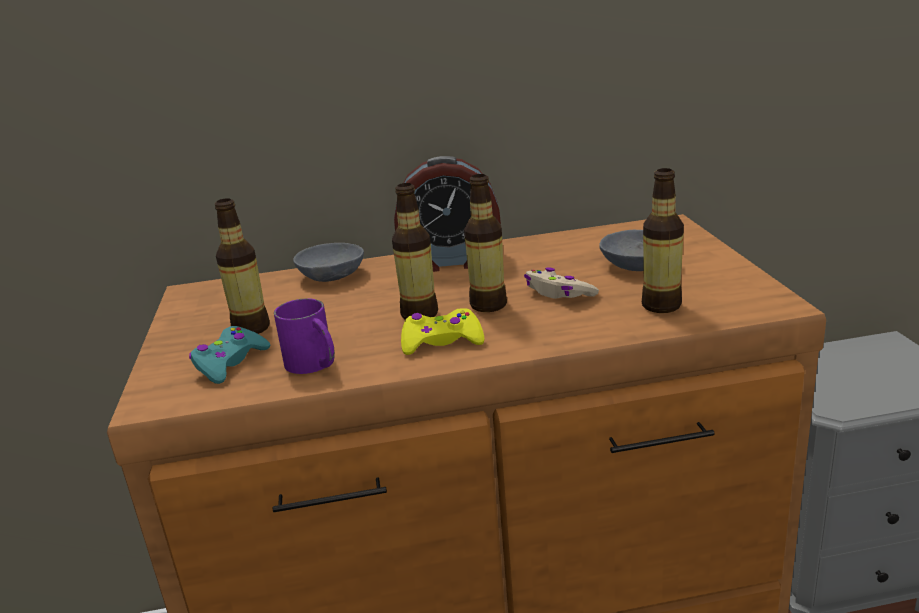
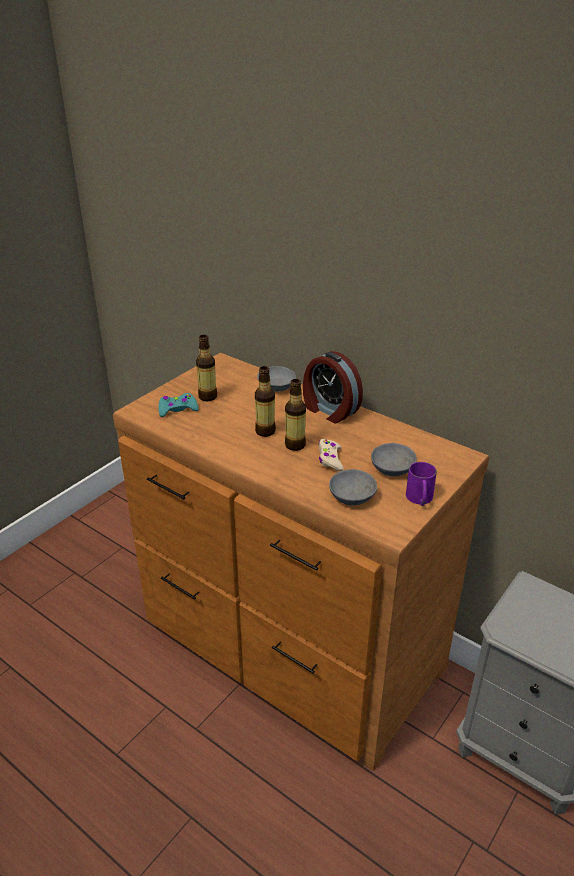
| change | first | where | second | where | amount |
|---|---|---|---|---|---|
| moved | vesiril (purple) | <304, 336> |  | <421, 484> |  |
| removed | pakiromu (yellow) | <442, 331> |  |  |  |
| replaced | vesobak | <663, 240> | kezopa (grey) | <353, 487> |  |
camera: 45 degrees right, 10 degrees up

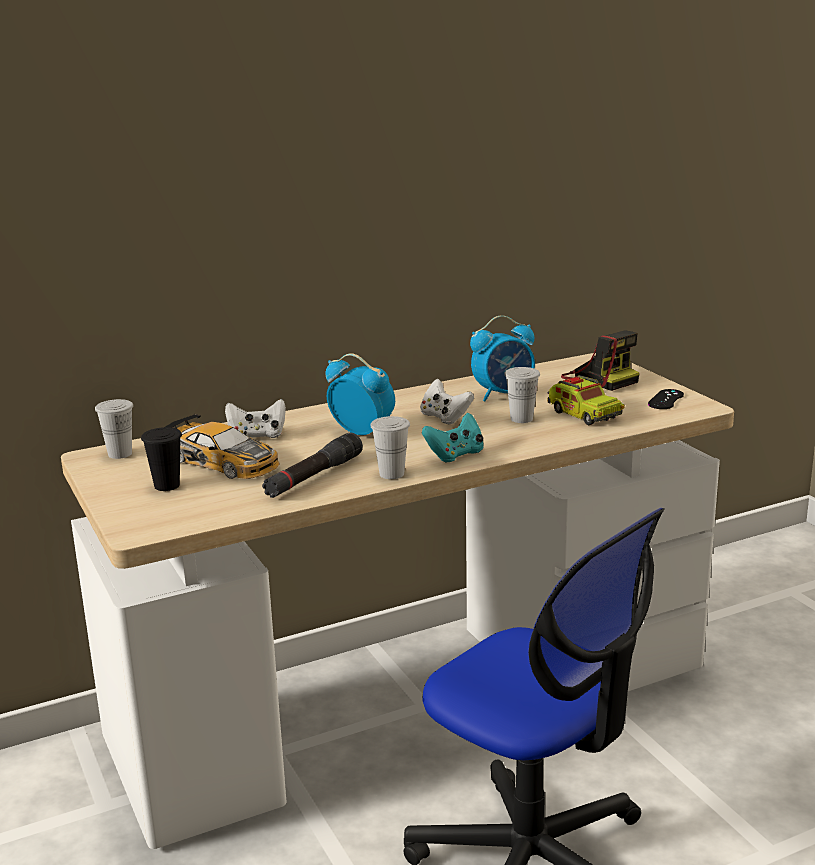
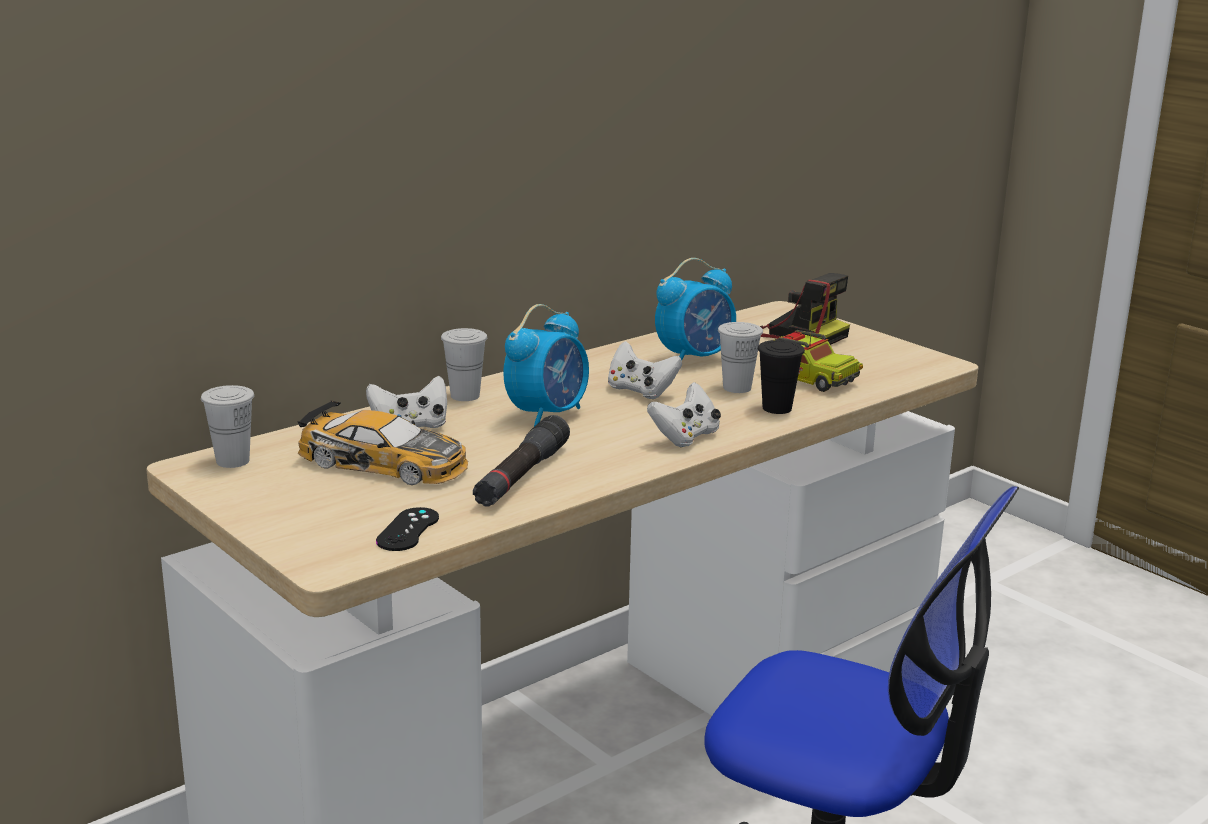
| change | first | where | second | where | amount |
|---|---|---|---|---|---|
| moved | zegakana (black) | <161, 459> |  | <781, 377> |  |
| turned | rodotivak | <360, 394> |  | <546, 365> | 105 degrees clockwise |
| moved | zegakana (white) | <390, 447> |  | <464, 364> |  |
| recoloured | pakiromu (turquoise) | <452, 437> | pakiromu (white) | <684, 414> |  |
| moved | pakiromu (black) | <666, 399> |  | <407, 529> |  |
camera: 15 degrees left, 0 degrees up

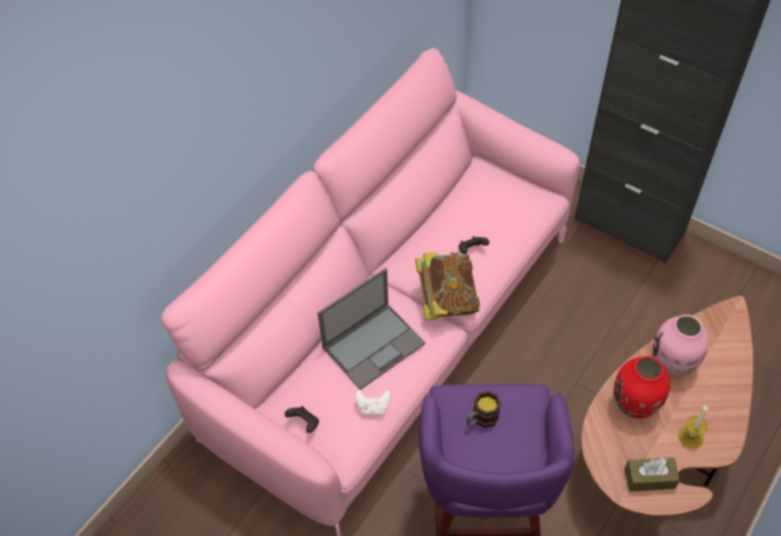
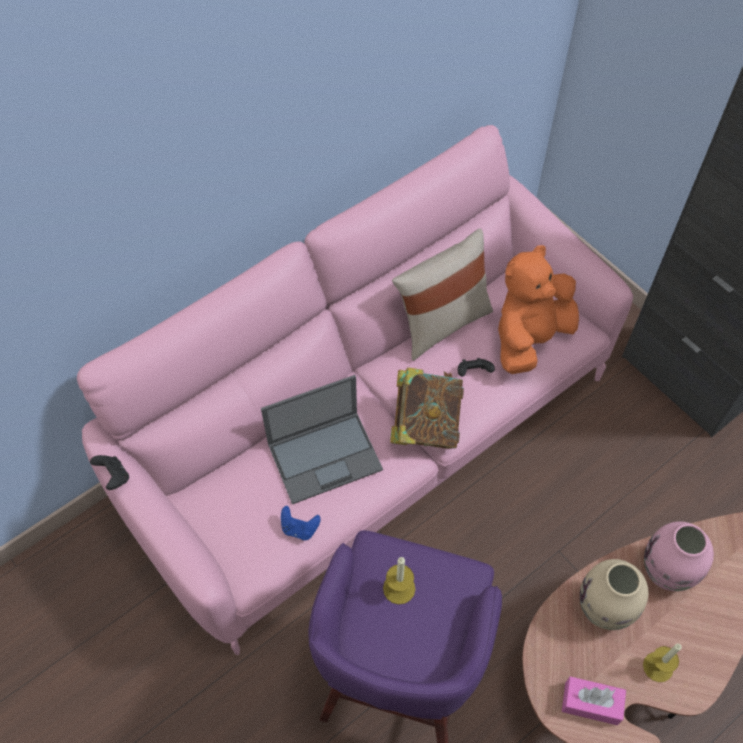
| change | first | where | second | where | amount |
|---|---|---|---|---|---|
| moved | pakiromu (black) | <302, 419> |  | <109, 472> |  |
| recoloured | pakiromu (white) | <372, 402> | pakiromu (blue) | <301, 523> |  |
| replaced | vesiril | <484, 409> | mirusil | <399, 580> |  |
| recoloured | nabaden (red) | <642, 387> | nabaden (beige) | <614, 594> |  |
| recoloured | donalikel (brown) | <652, 474> | donalikel (pink) | <594, 701> |  |
| added |  |  | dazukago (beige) | <442, 295> |  |
| added |  |  | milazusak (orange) | <538, 309> |  |
camera: 15 degrees right, 5 degrees up

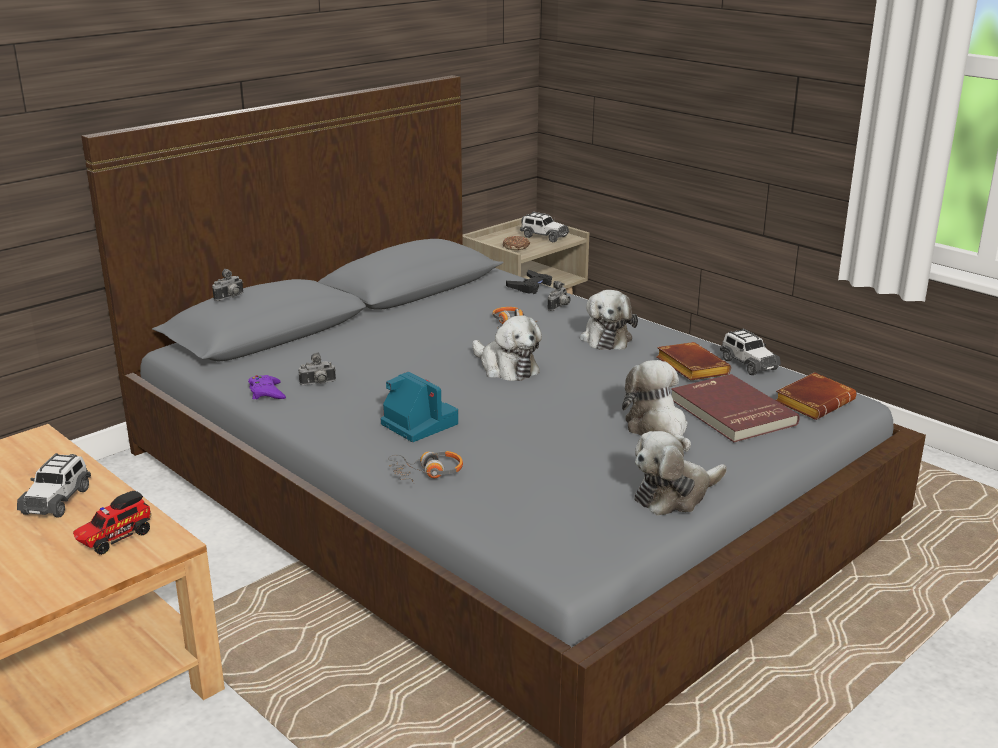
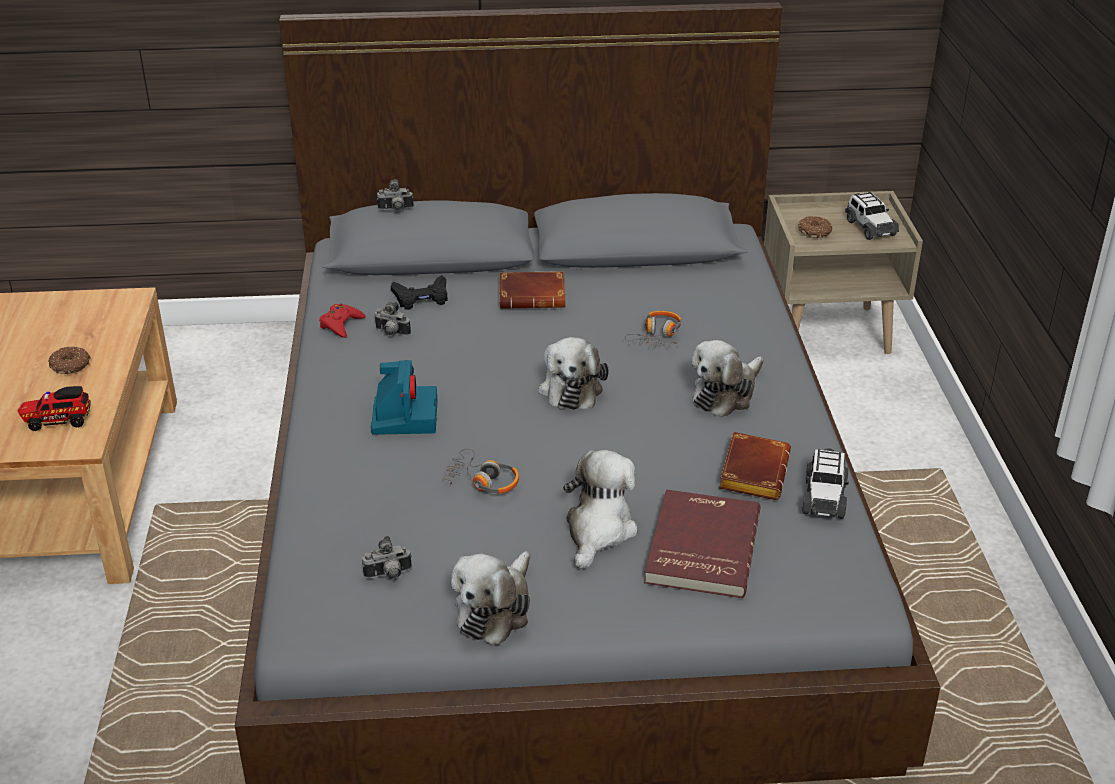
| change | first | where | second | where | amount |
|---|---|---|---|---|---|
| replaced | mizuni | <54, 485> | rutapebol | <69, 360> |  |
| recoloured | pakiromu (purple) | <267, 387> | pakiromu (red) | <342, 321> |  |
| moved | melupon | <425, 467> |  | <481, 471> |  |
| moved | pakiromu (black) | <529, 282> |  | <419, 292> |  |
| moved | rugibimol | <559, 296> |  | <387, 557> |  |
| turned | milazusak | <680, 473> |  | <490, 598> | 75 degrees counterclockwise |
| moved | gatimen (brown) | <816, 396> |  | <532, 290> |  |
camera: 40 degrees right, 10 degrees up

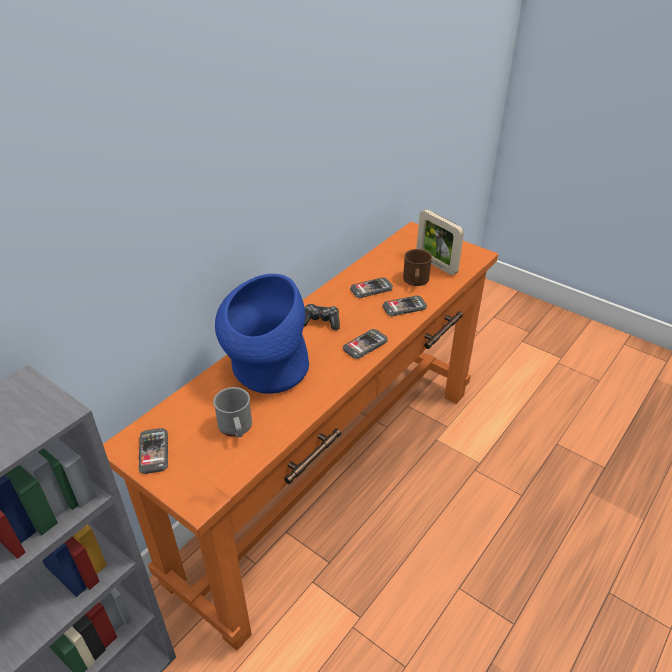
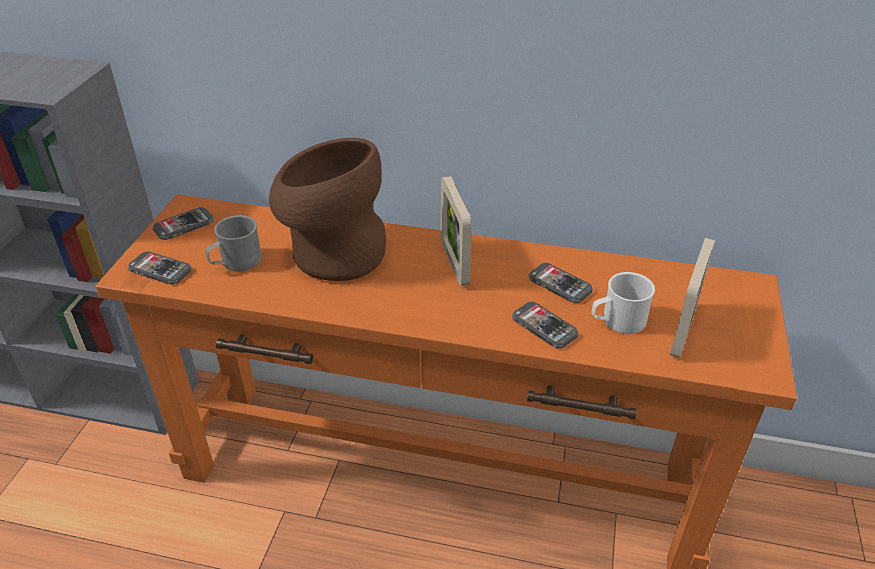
| change | first | where | second | where | amount |
|---|---|---|---|---|---|
| recoloured | nabaden (blue) | <262, 334> | nabaden (brown) | <327, 209> |  |
| replaced | pakiromu | <322, 317> | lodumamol | <456, 231> |  |
| moved | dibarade | <365, 344> |  | <159, 268> |  |
| recoloured | vesiril (brown) | <417, 267> | vesiril (white) | <623, 303> |  |
camera: 65 degrees right, 0 degrees up

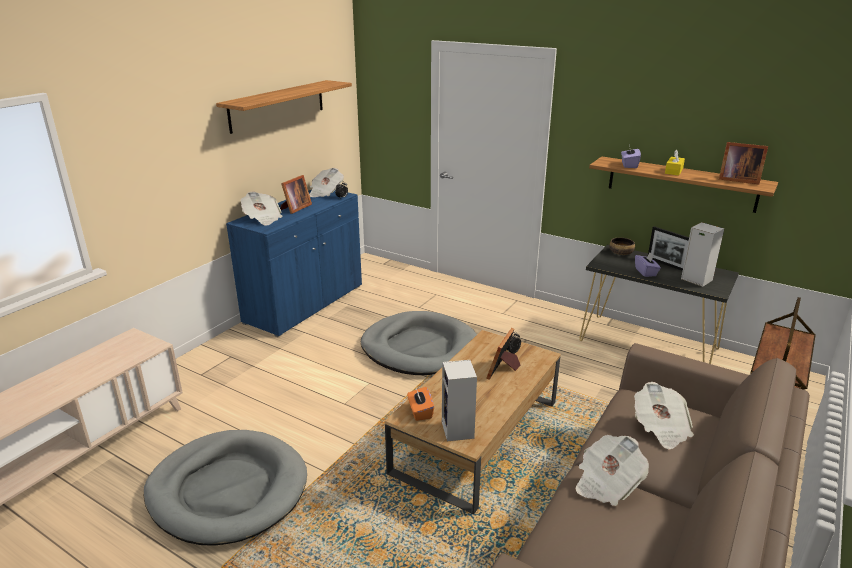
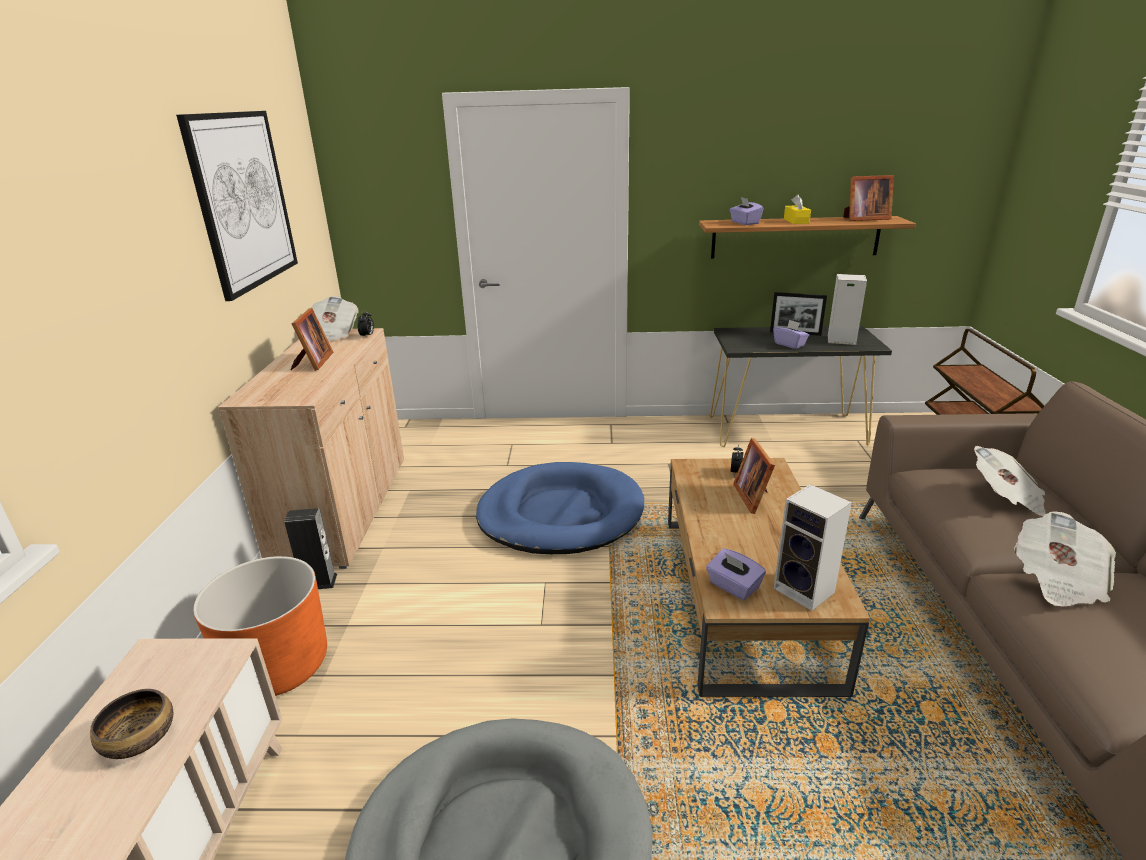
| change | first | where | second | where | amount |
|---|---|---|---|---|---|
| replaced | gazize | <284, 107> | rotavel | <237, 206> |  |
| recoloured | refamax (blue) | <294, 263> | refamax (beige) | <311, 448> |  |
| removed | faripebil | <261, 209> |  |  |  |
| recoloured | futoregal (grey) | <419, 343> | futoregal (blue) | <560, 508> |  |
| recoloured | donalikel (orange) | <420, 404> | donalikel (purple) | <736, 574> |  |
| moved | kezopa | <622, 246> |  | <131, 724> |  |
| added |  |  | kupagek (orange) | <260, 626> |  |
| added |  |  | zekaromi | <310, 548> |  |
camera: 30 degrees left, 0 degrees up

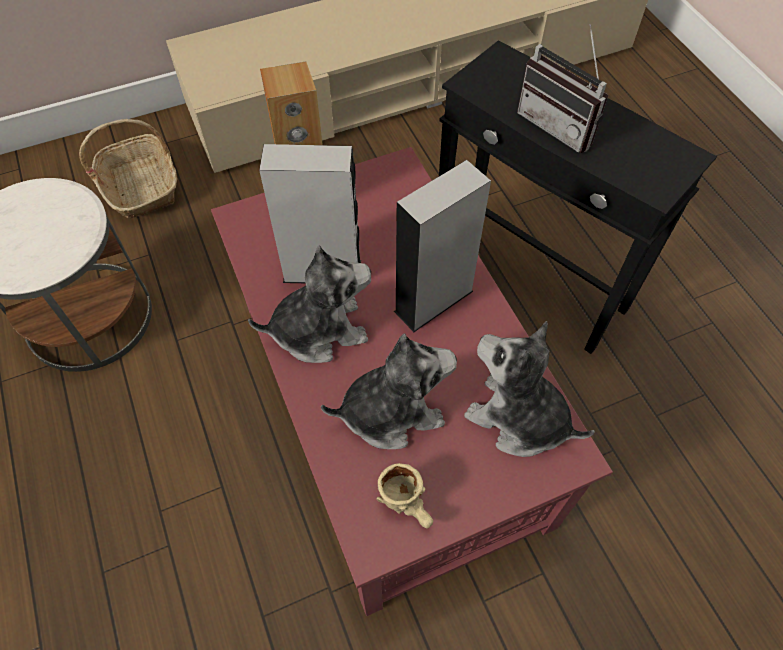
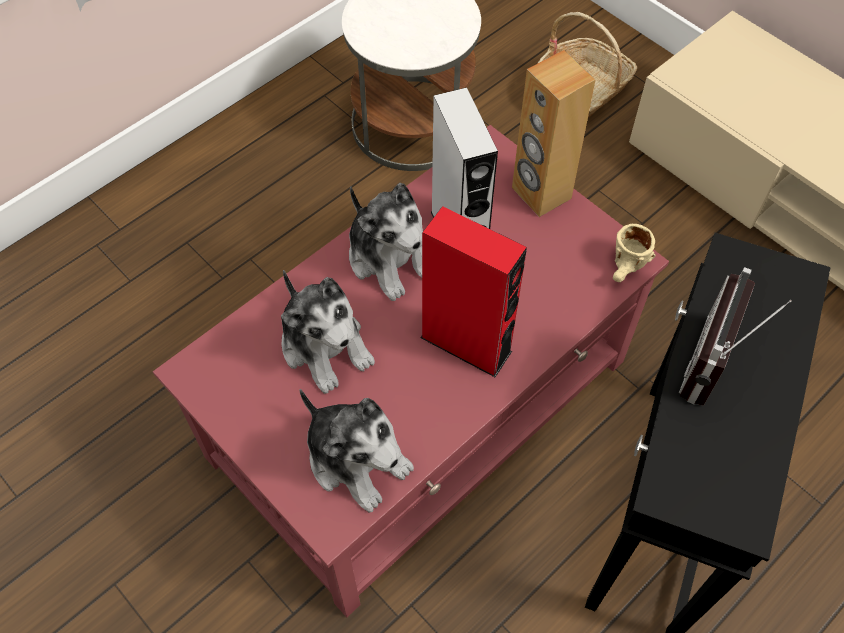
| change | first | where | second | where | amount |
|---|---|---|---|---|---|
| moved | vesiril (beige) | <404, 495> |  | <634, 253> |  |
| recoloured | zekaromi (grey) | <442, 246> | zekaromi (red) | <473, 291> |  |
| turned | milazusak | <529, 389> |  | <356, 451> | 120 degrees clockwise |
camera: 70 degrees right, 0 degrees up

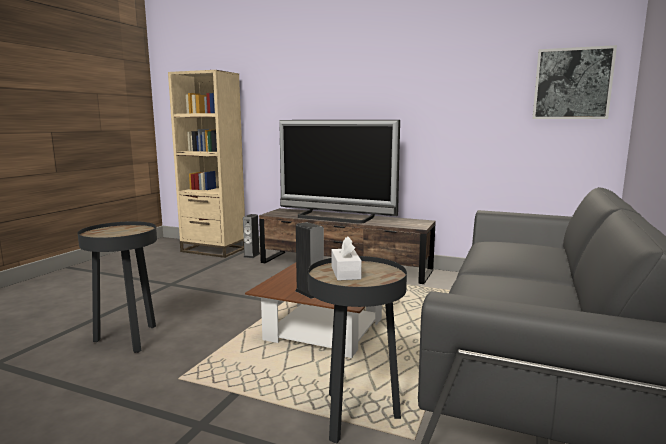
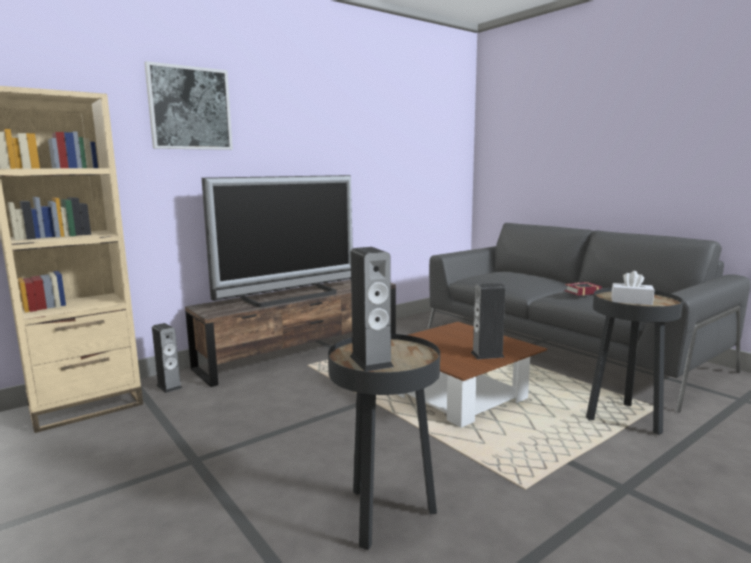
| change | first | where | second | where | amount |
|---|---|---|---|---|---|
| moved | rotavel | <575, 82> |  | <188, 105> |  |
| added |  |  | zekaromi | <372, 309> |  |
| added |  |  | gatimen | <583, 289> |  |
camera: 60 degrees left, 0 degrees up

